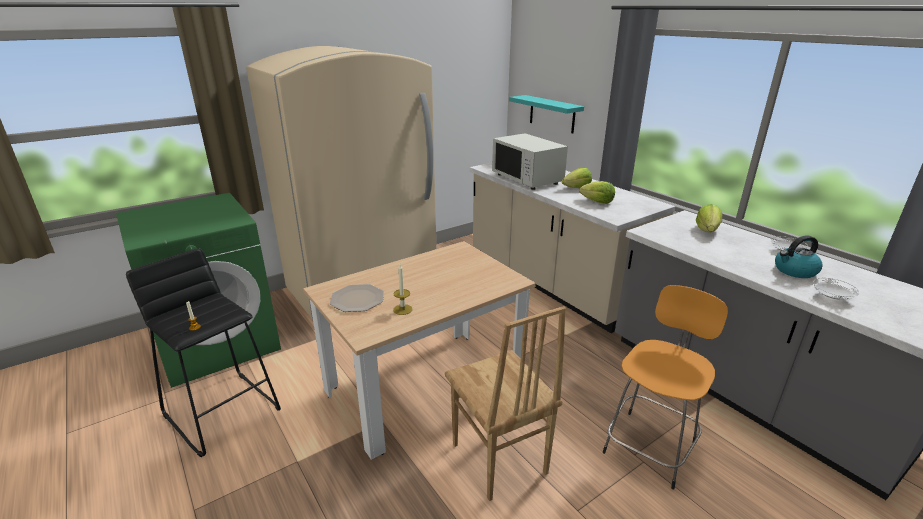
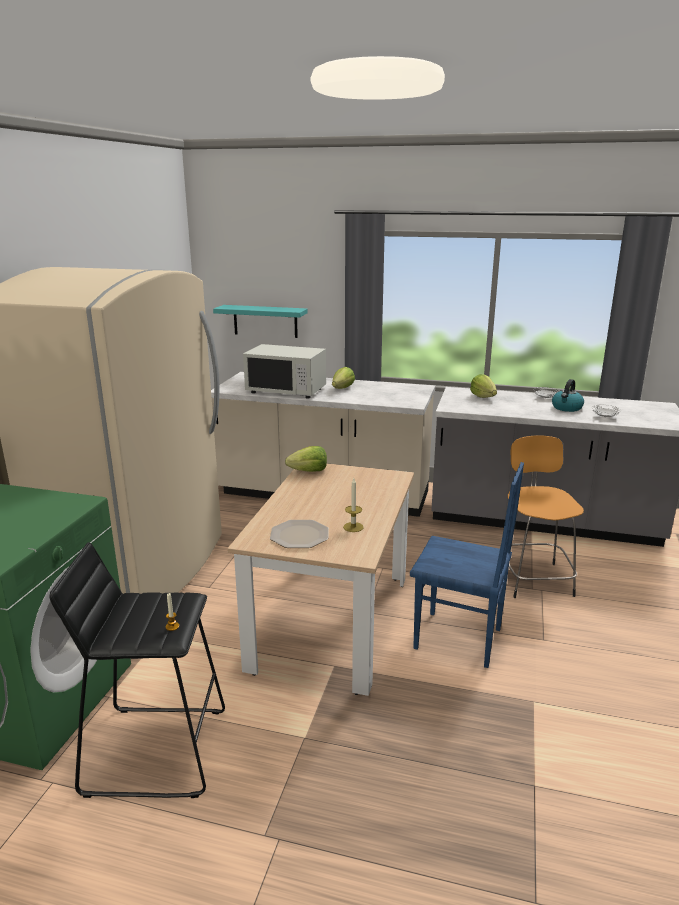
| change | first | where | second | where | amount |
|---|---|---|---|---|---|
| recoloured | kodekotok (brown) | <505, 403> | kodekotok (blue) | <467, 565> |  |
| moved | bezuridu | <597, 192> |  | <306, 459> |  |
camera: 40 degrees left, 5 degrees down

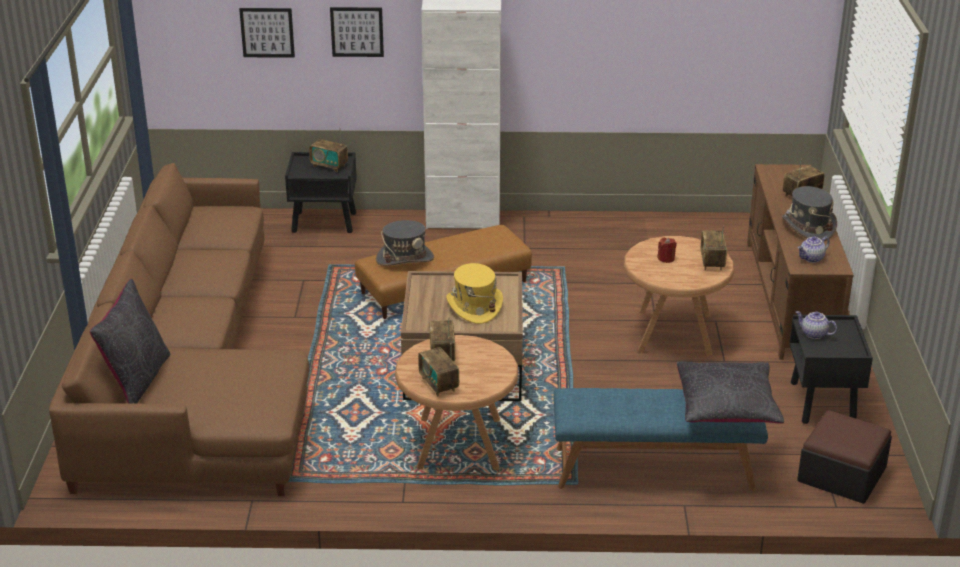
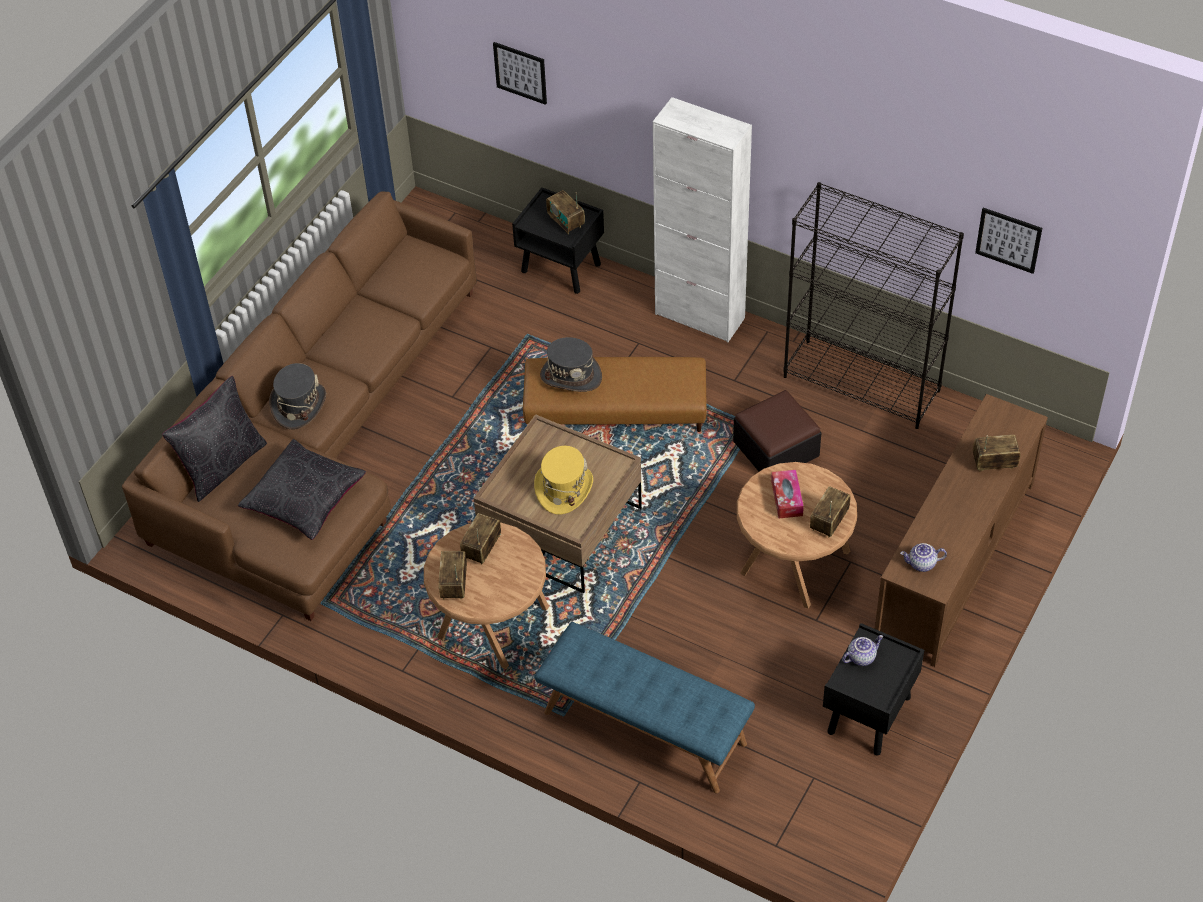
| change | first | where | second | where | amount |
|---|---|---|---|---|---|
| moved | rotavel | <357, 32> |  | <1008, 241> |  |
| replaced | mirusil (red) | <667, 250> | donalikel | <787, 494> |  |
| moved | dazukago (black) | <730, 392> |  | <302, 489> |  |
| moved | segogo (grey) | <809, 213> |  | <297, 396> |  |
| turned | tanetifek | <816, 325> |  | <862, 650> | 90 degrees clockwise |
| moved | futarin | <844, 457> |  | <777, 431> |  |
| added |  |  | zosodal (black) | <873, 305> |  |
camera: 30 degrees right, 20 degrees up

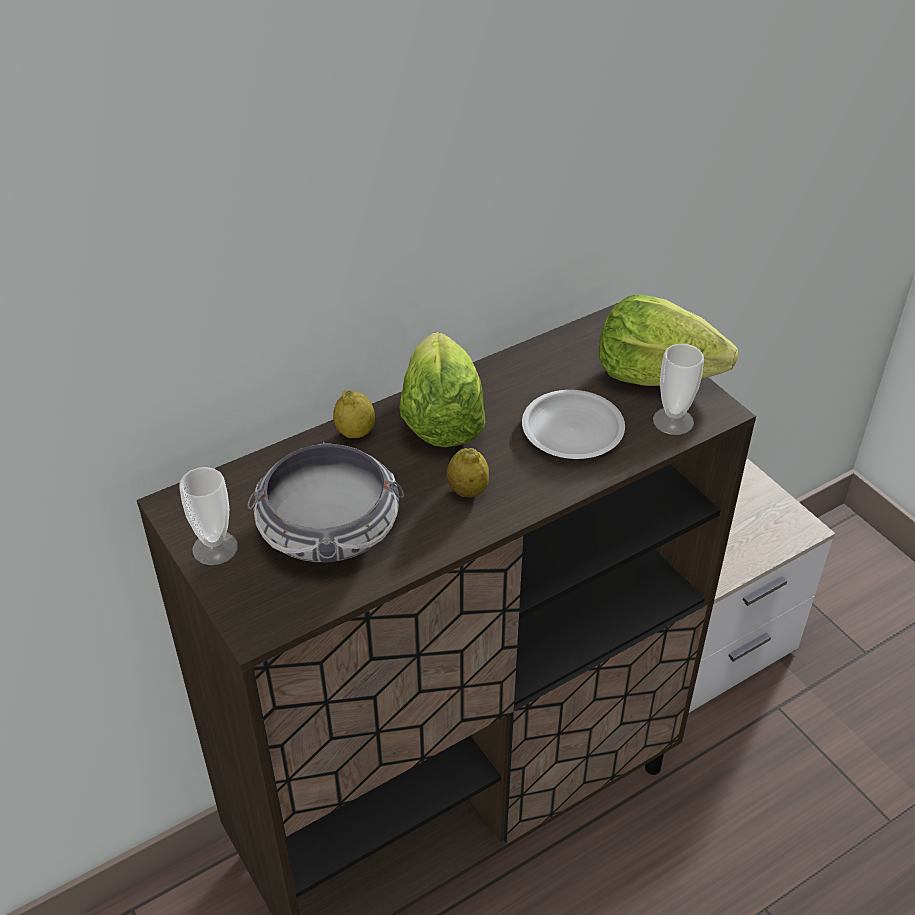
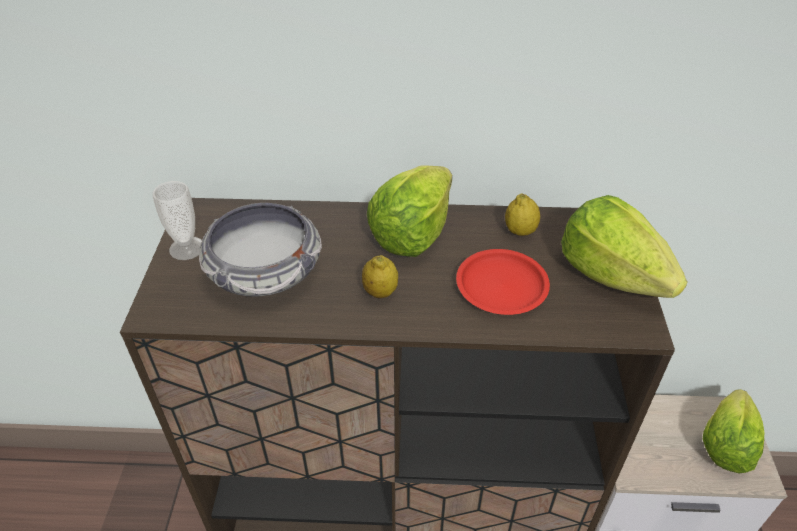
| change | first | where | second | where | amount |
|---|---|---|---|---|---|
| moved | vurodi | <354, 414> |  | <522, 214> |  |
| recoloured | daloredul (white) | <573, 424> | daloredul (red) | <503, 282> |  |
| removed | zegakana | <678, 389> |  |  |  |
| added |  |  | bezuridu | <733, 431> |  |
camera: 35 degrees right, 0 degrees up

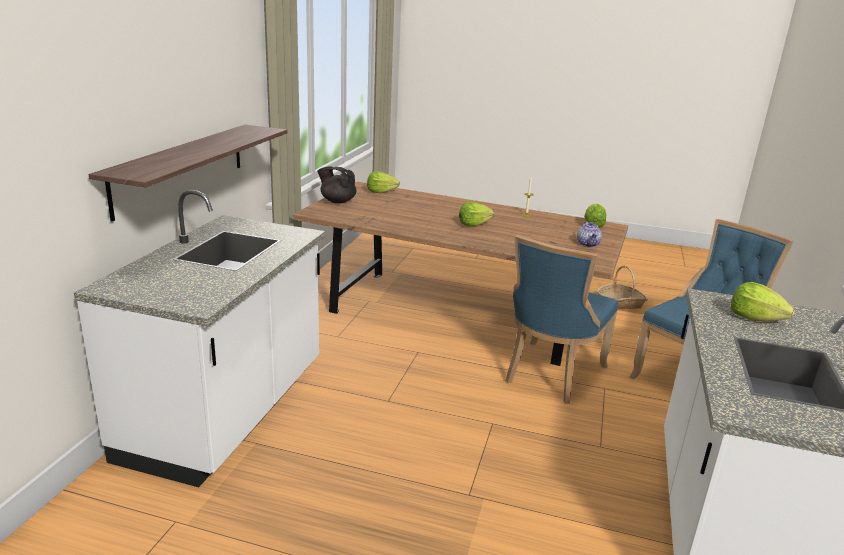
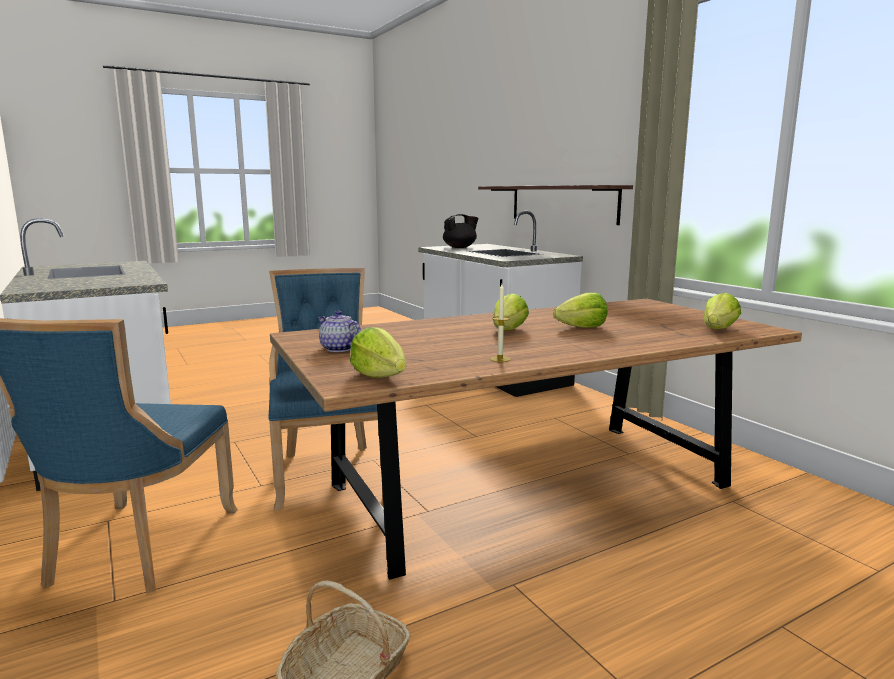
| change | first | where | second | where | amount |
|---|---|---|---|---|---|
| moved | tanetifek (black) | <336, 185> |  | <460, 231> |  |
| moved | bezuridu | <763, 301> |  | <580, 310> |  |
camera: 135 degrees right, 10 degrees down

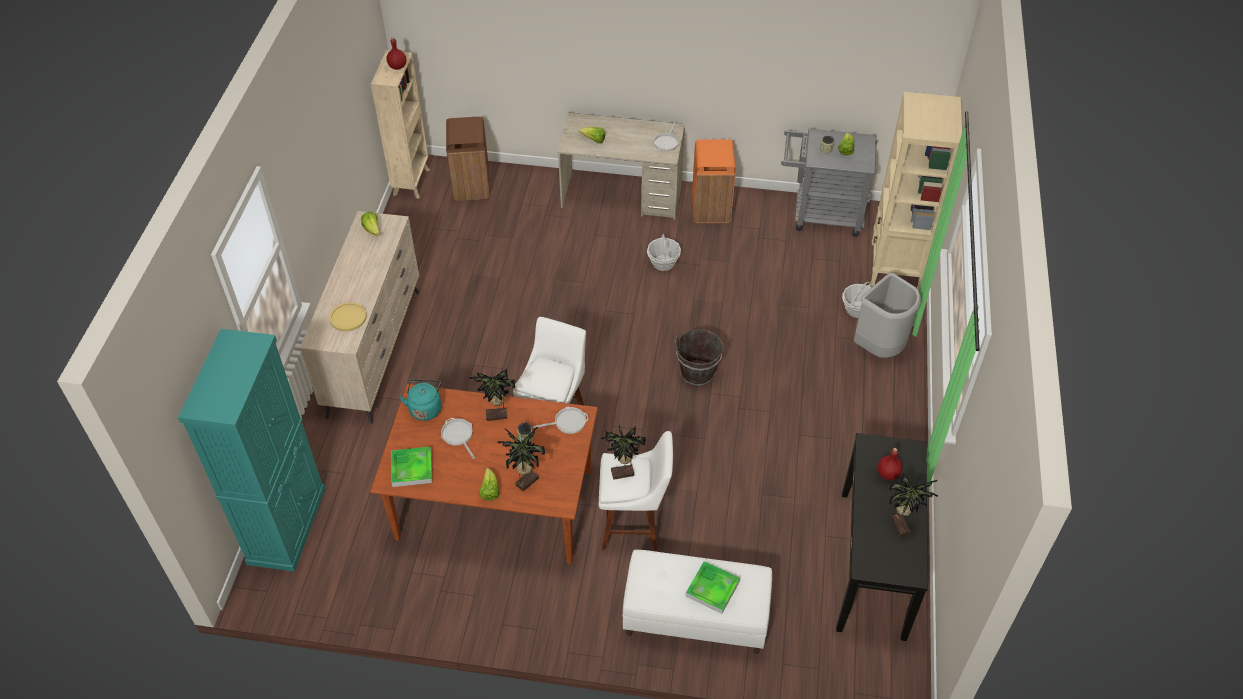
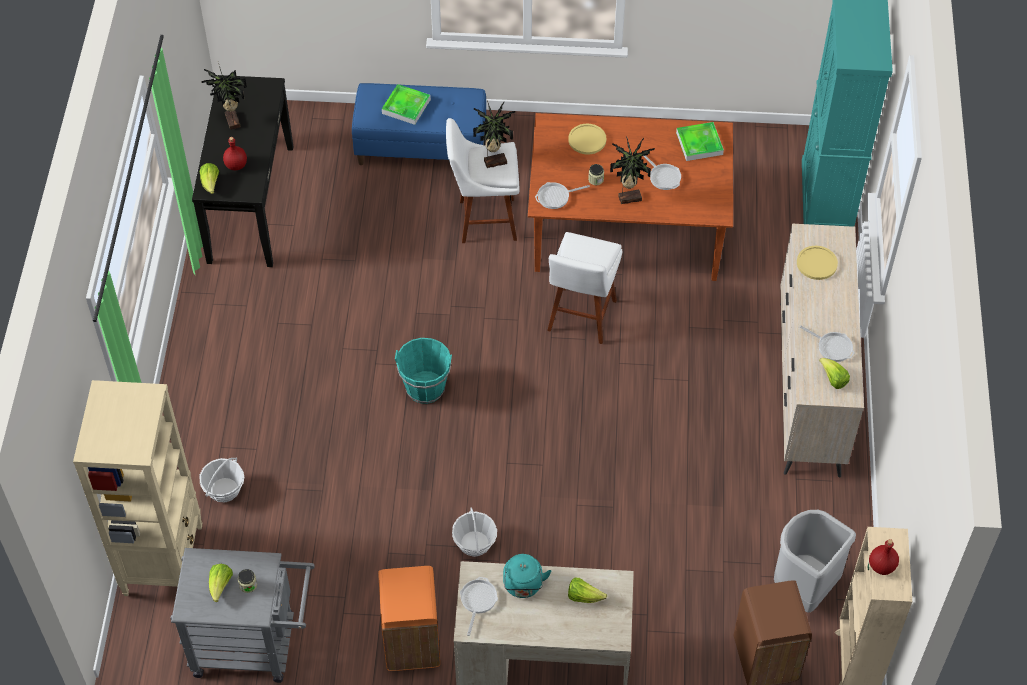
| change | first | where | second | where | amount |
|---|---|---|---|---|---|
| moved | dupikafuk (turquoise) | <420, 400> |  | <527, 576> |  |
| moved | bezuridu | <489, 484> |  | <209, 178> |  |
| replaced | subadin | <521, 459> | daloredul (yellow) | <587, 139> |  |
| recoloured | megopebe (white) | <697, 602> | megopebe (blue) | <419, 124> |  |
| recoloured | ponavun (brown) | <699, 357> | ponavun (turquoise) | <423, 371> |  |
| moved | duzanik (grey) | <887, 315> |  | <815, 561> |  |
| added |  |  | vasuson | <827, 344> |  |
camera: 175 degrees right, 5 degrees up

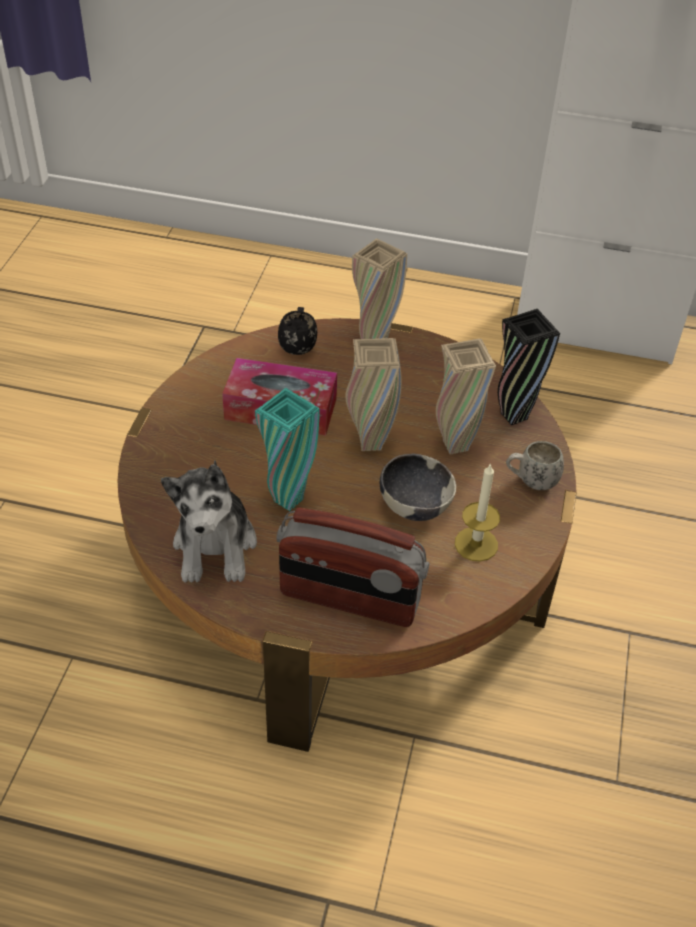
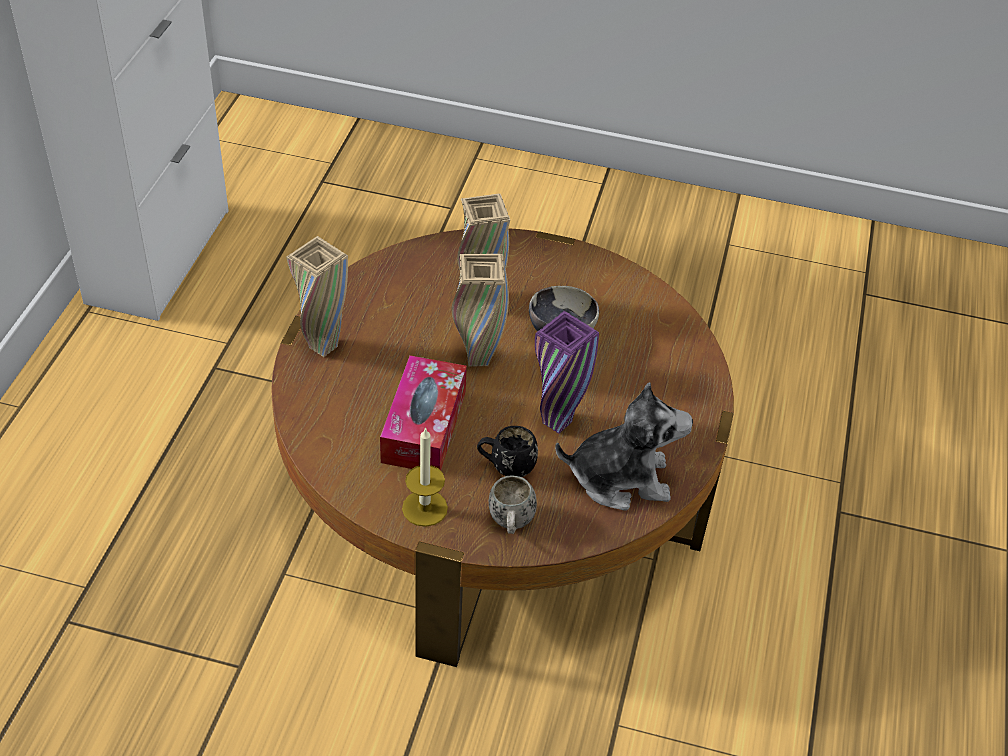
| change | first | where | second | where | amount |
|---|---|---|---|---|---|
| recoloured | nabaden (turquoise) | <287, 449> | nabaden (purple) | <567, 372> |  |
| removed | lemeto | <353, 567> |  |  |  |
| moved | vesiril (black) | <297, 331> |  | <507, 451> |  |
| moved | mirusil | <477, 512> |  | <425, 477> |  |
| removed | nabaden (black) | <529, 367> |  |  |  |
| moved | vesiril (white) | <535, 465> |  | <513, 504> |  |
camera: 90 degrees left, 0 degrees up

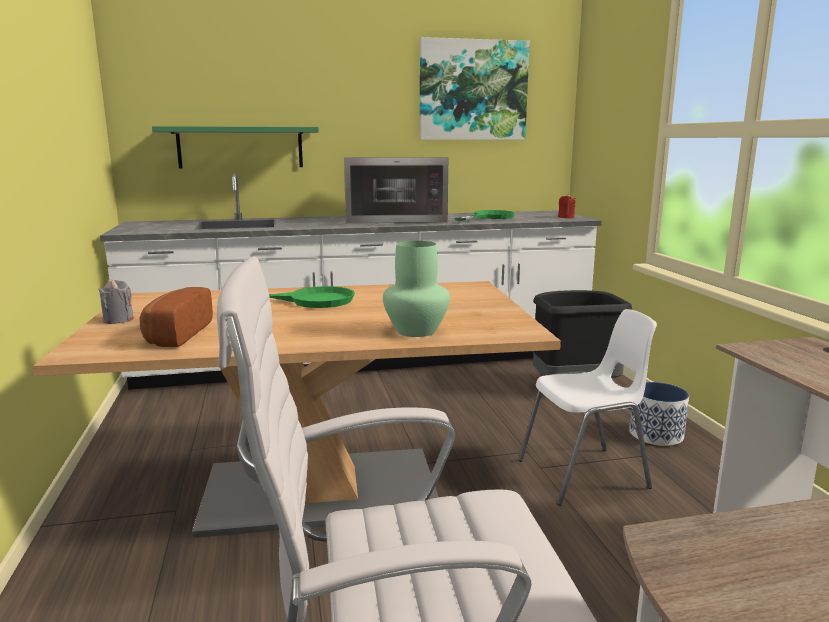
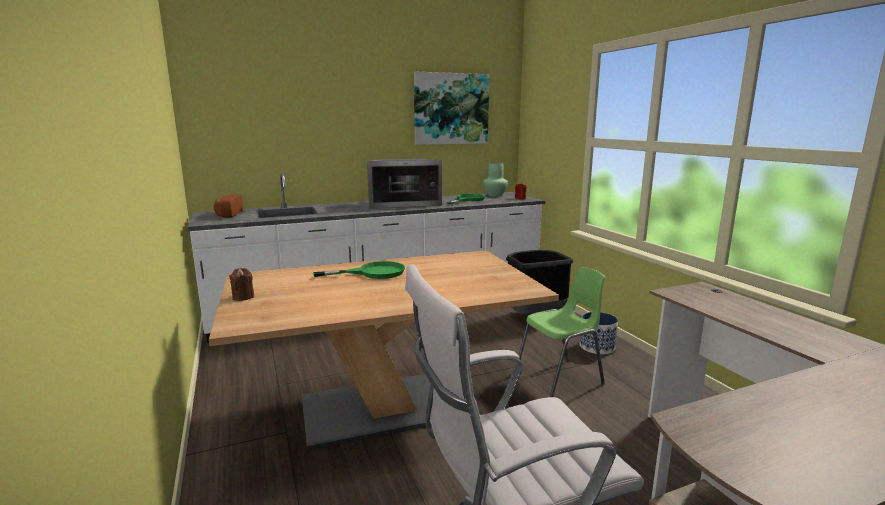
| change | first | where | second | where | amount |
|---|---|---|---|---|---|
| recoloured | mirusil (grey) | <116, 302> | mirusil (brown) | <241, 284> |  |
| moved | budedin | <176, 317> |  | <228, 206> |  |
| removed | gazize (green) | <235, 147> |  |  |  |
| moved | nabaden (green) | <416, 289> |  | <495, 179> |  |
| recoloured | kodekotok (white) | <587, 407> | kodekotok (green) | <562, 332> |  |
camera: 10 degrees left, 0 degrees up

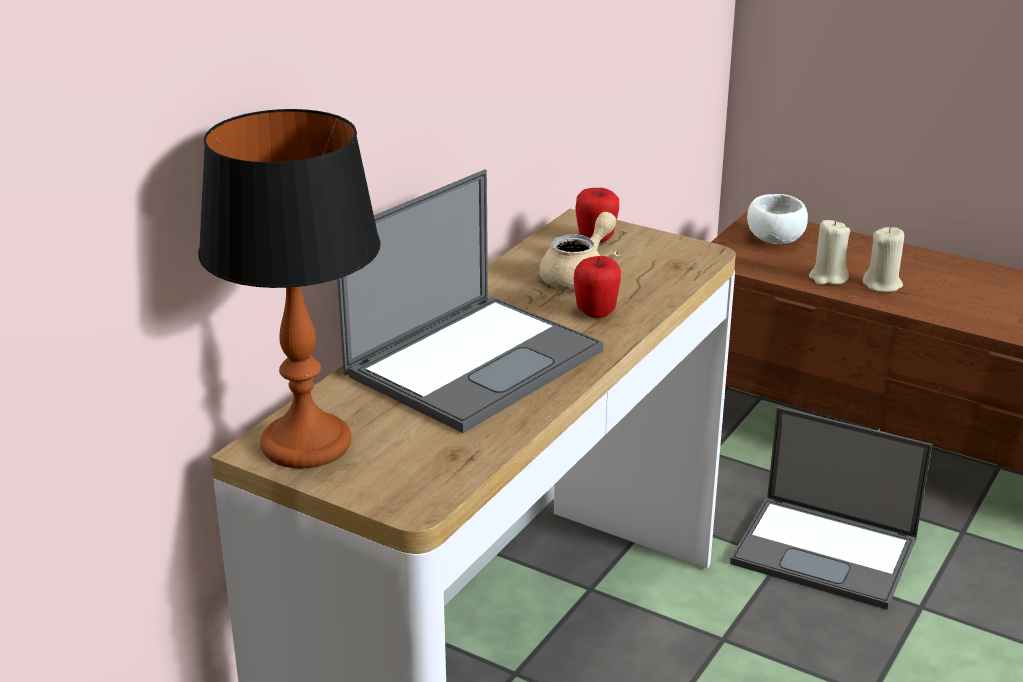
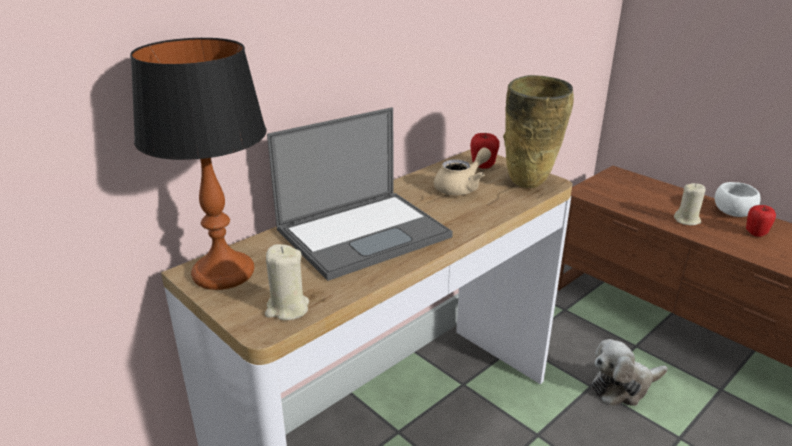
| change | first | where | second | where | amount |
|---|---|---|---|---|---|
| moved | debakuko | <597, 287> |  | <761, 221> |  |
| replaced | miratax | <831, 508> | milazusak | <629, 372> |  |
| moved | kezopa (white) | <777, 219> |  | <738, 199> |  |
| moved | mirusil (beige) | <829, 252> |  | <287, 282> |  |
| added |  |  | nabaden (beige) | <538, 131> |  |
camera: 15 degrees right, 0 degrees up

